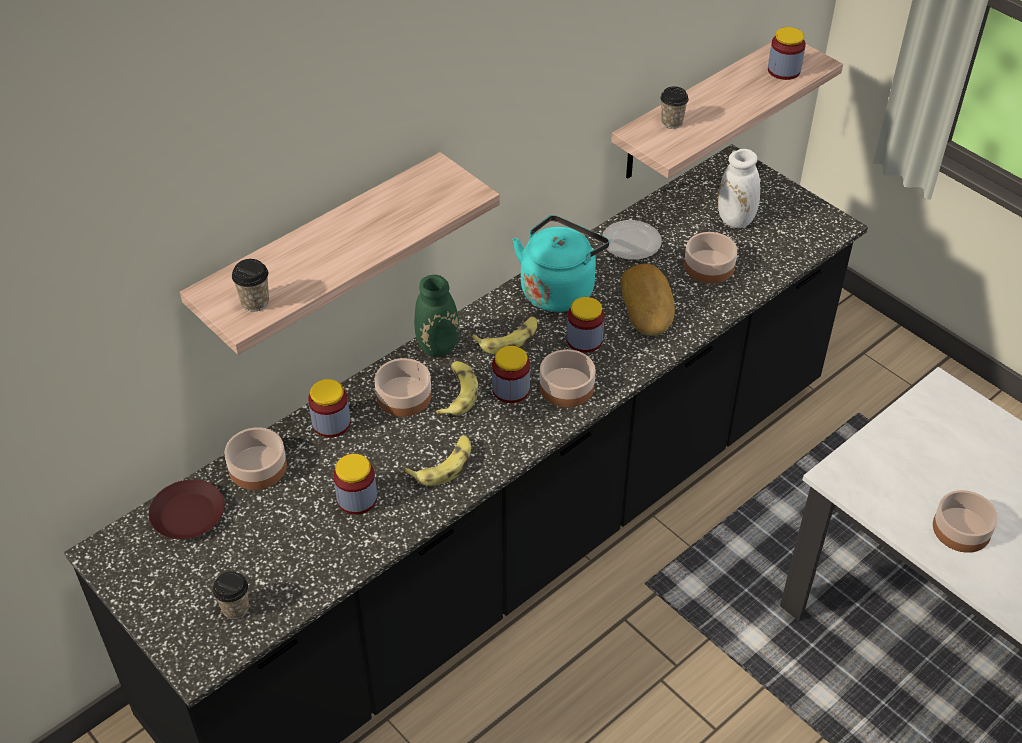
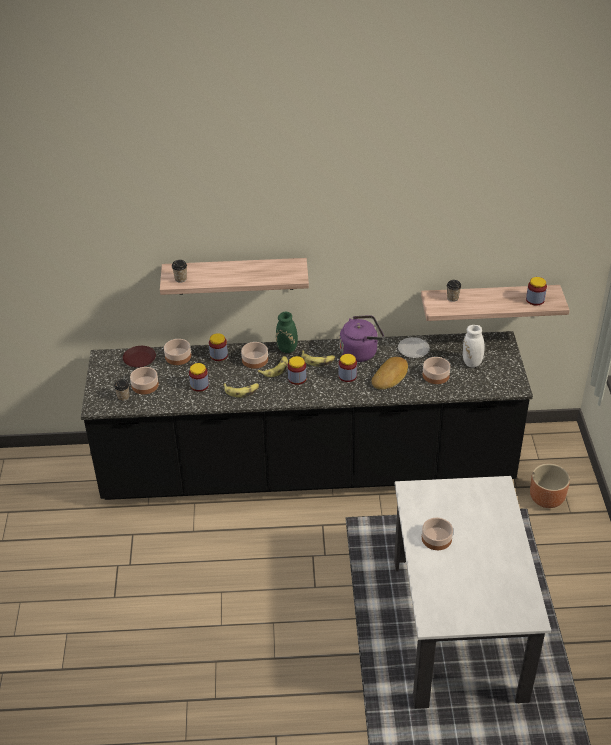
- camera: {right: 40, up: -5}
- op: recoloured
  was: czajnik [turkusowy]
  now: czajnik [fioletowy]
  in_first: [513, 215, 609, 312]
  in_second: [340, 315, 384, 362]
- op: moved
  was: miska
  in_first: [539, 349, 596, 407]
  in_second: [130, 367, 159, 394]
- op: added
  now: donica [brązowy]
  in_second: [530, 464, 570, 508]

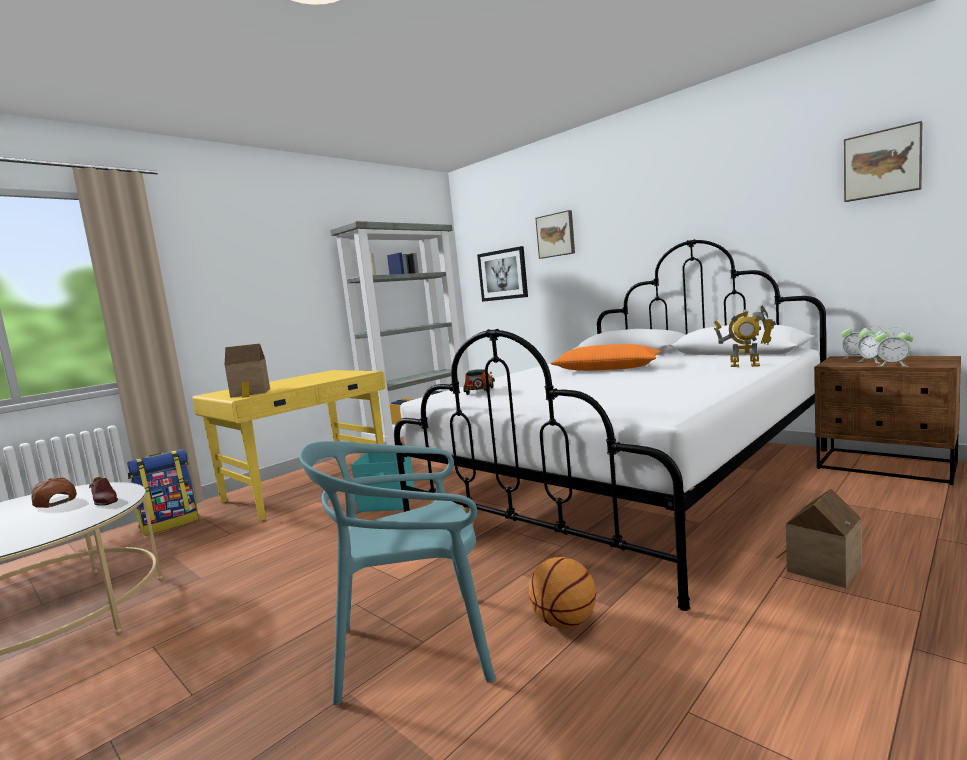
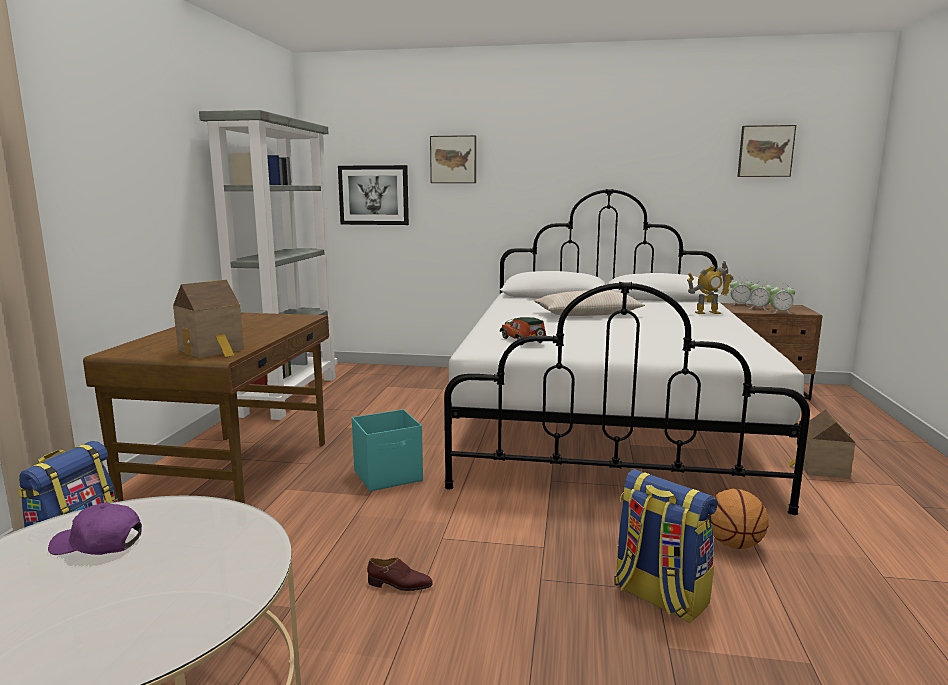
- camera: {right: -35, up: 5}
- op: recoloured
  was: czapka z daszkiem [brązowy]
  now: czapka z daszkiem [fioletowy]
  in_first: [31, 478, 77, 508]
  in_second: [48, 502, 142, 555]
- op: moved
  was: but [brązowy]
  in_first: [89, 477, 118, 506]
  in_second: [367, 558, 433, 591]
- op: recoloured
  was: biurko [żółty]
  now: biurko [brązowy]
  in_first: [192, 370, 385, 521]
  in_second: [83, 313, 329, 503]
- op: replaced
  was: krzesło [turkusowy]
  now: plecak
  in_first: [299, 441, 496, 705]
  in_second: [614, 469, 717, 623]
- op: recoloured
  was: poduszka [pomarańczowy]
  now: poduszka [beżowy]
  in_first: [550, 344, 661, 371]
  in_second: [534, 290, 645, 316]

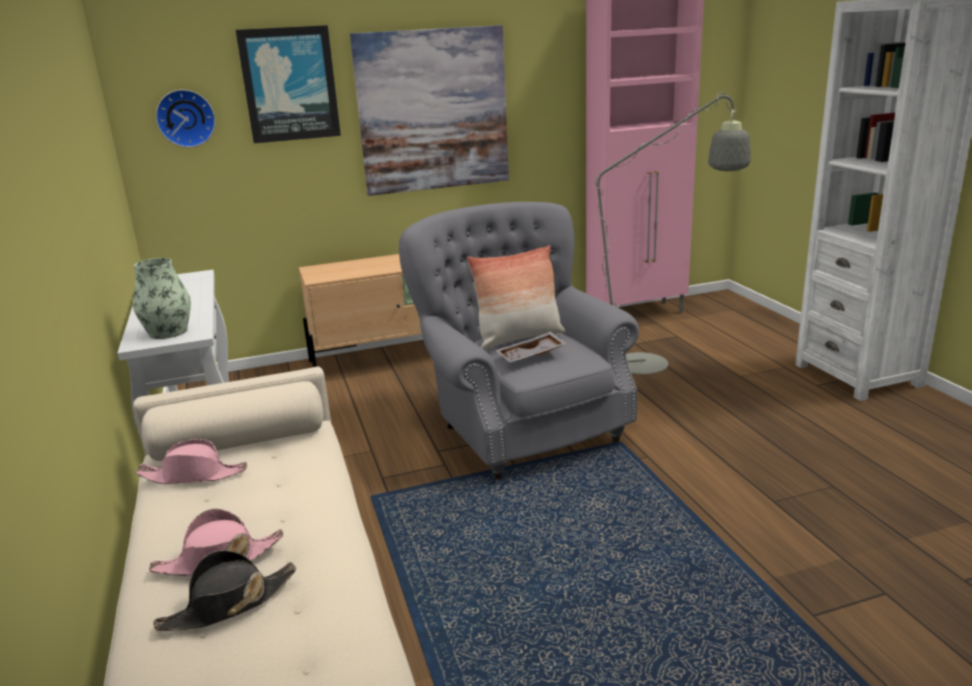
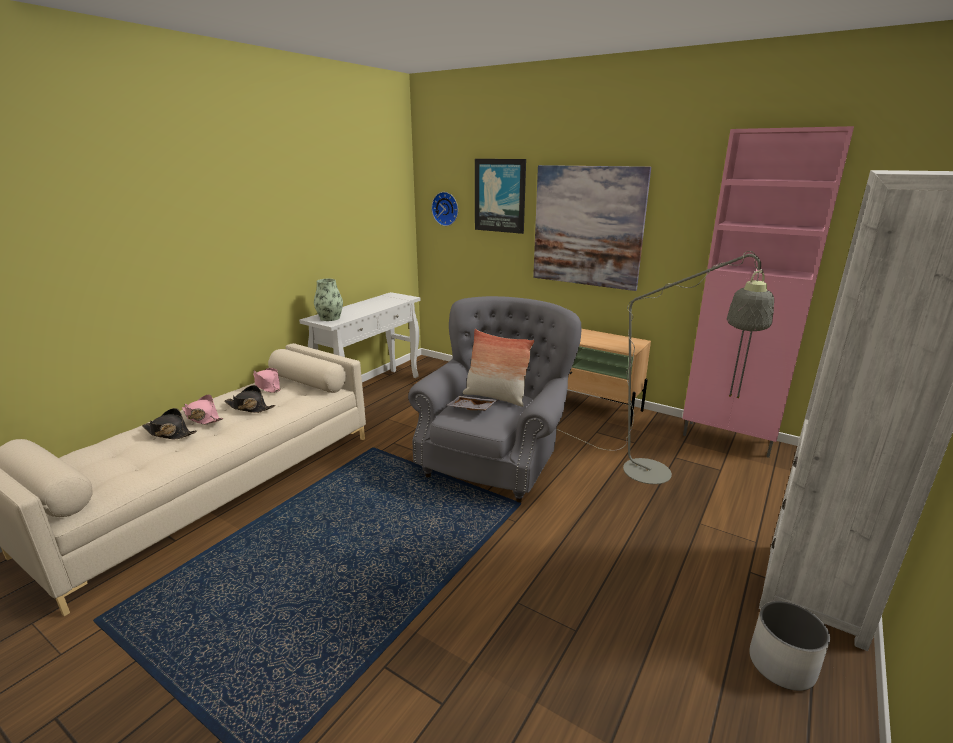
- camera: {right: 50, up: 0}
- op: added
  now: kapelusz [czarny]
  in_second: [225, 385, 276, 413]
- op: added
  now: donica [biały]
  in_second: [749, 601, 830, 691]

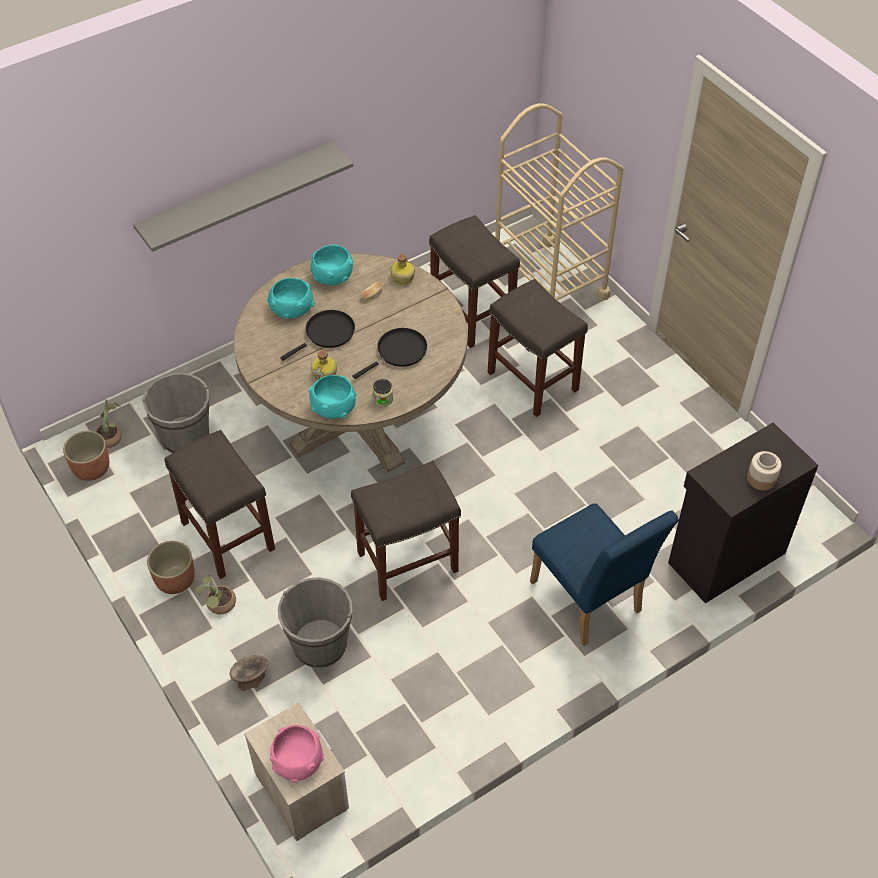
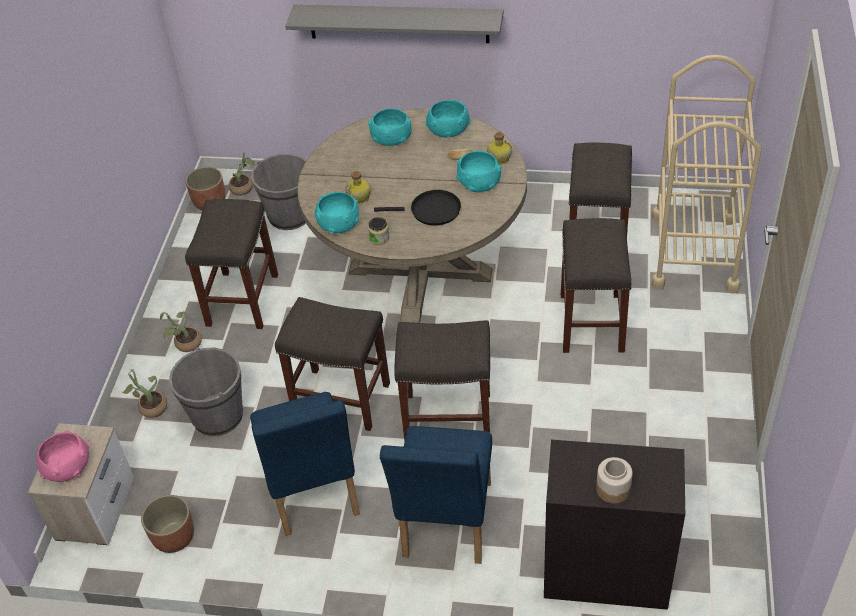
- camera: {right: 45, up: -5}
- op: moved
  was: donica
  in_first: [147, 541, 195, 594]
  in_second: [141, 495, 194, 553]
- op: replaced
  was: miska [szary]
  now: roślina doniczkowa
  in_first: [229, 655, 268, 691]
  in_second: [122, 369, 167, 418]
- op: removed
  was: patelnia [czarny]
  in_first: [280, 310, 355, 361]
- op: added
  now: krzesło [niebieski]
  in_second: [250, 392, 360, 536]
- op: added
  now: stołek [szary]
  in_second: [395, 320, 490, 441]
- op: added
  now: miska [turkusowy]
  in_second: [456, 151, 501, 192]

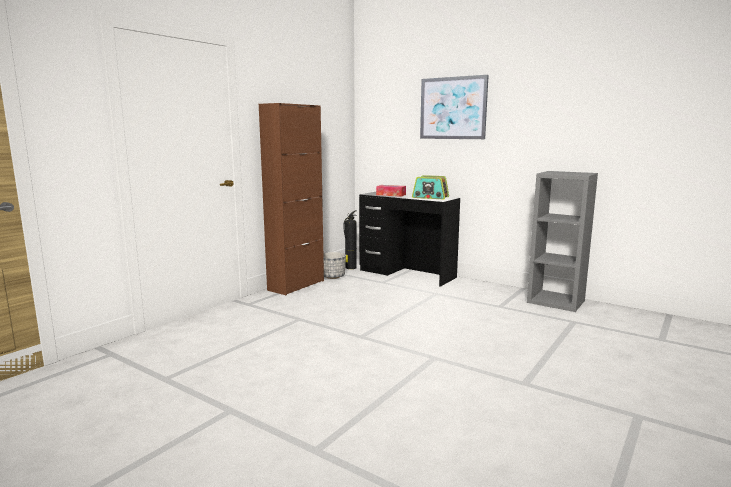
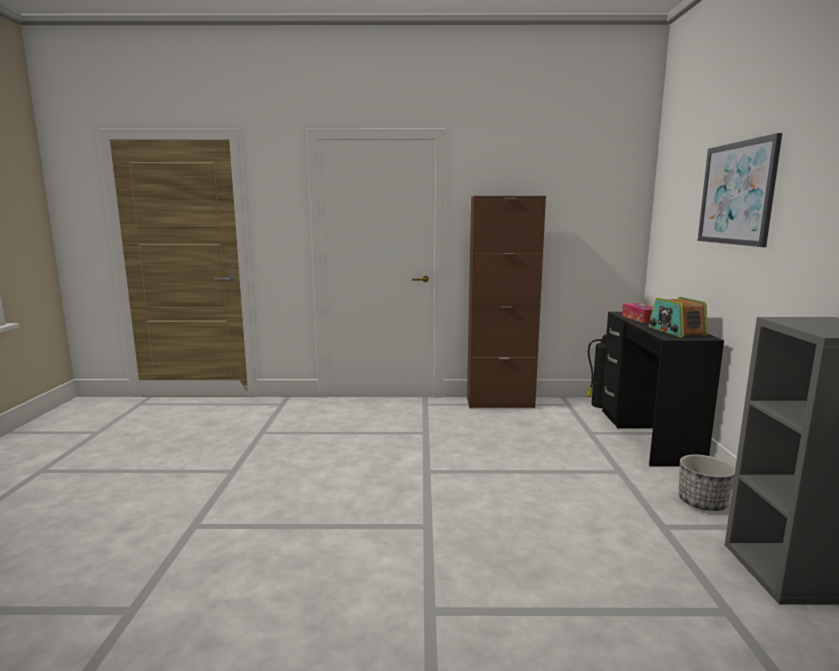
- camera: {right: 55, up: 0}
- op: moved
  was: donica
  in_first: [323, 252, 346, 279]
  in_second: [679, 455, 735, 511]

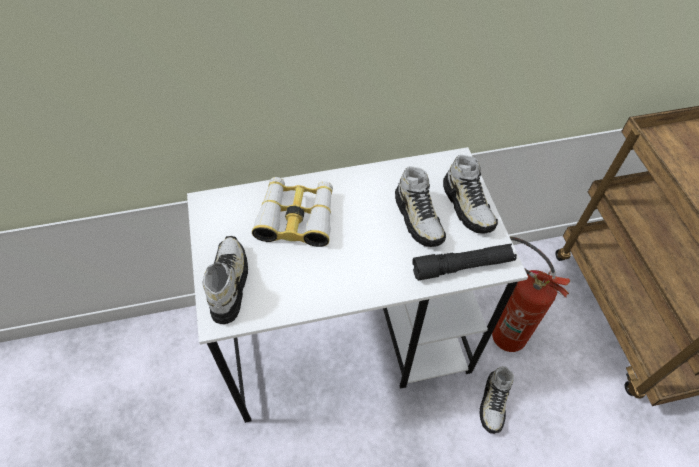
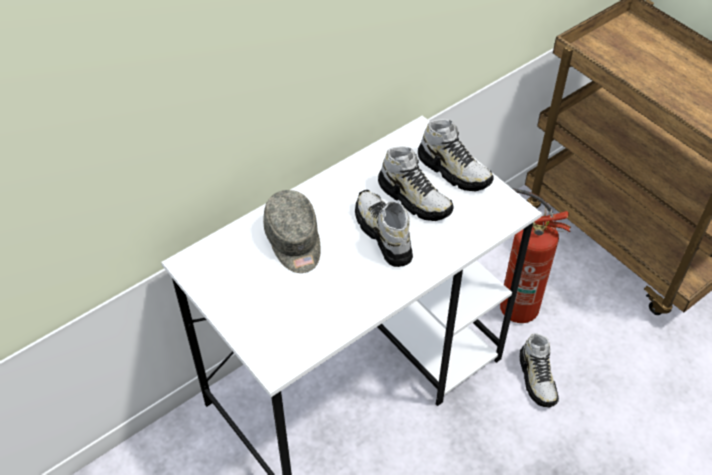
- camera: {right: -25, up: -5}
- op: moved
  was: but
  in_first: [202, 236, 248, 324]
  in_second: [355, 190, 413, 267]
- op: replaced
  was: lornetka
  now: czapka z daszkiem [szary]
  in_first: [252, 177, 333, 247]
  in_second: [263, 190, 321, 273]
- op: removed
  was: latarka [czarny]
  in_first: [412, 244, 517, 281]

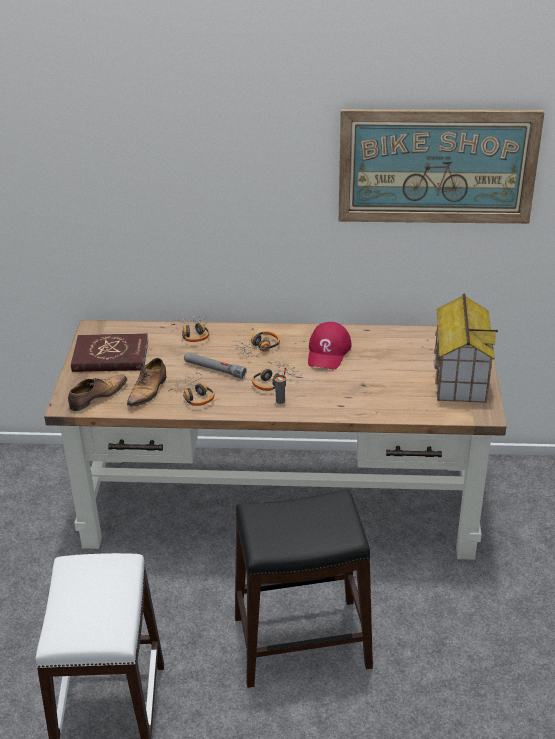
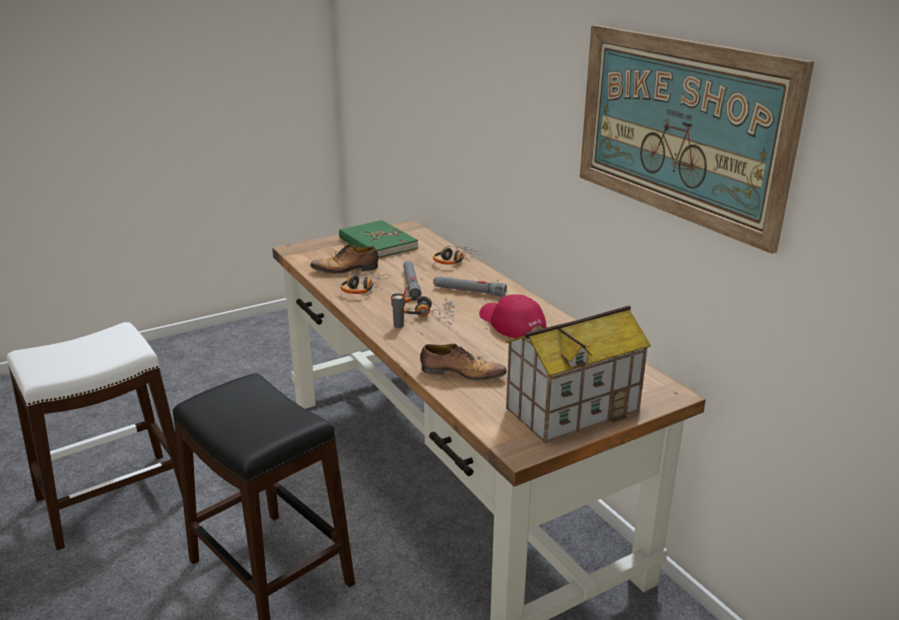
- camera: {right: 55, up: -10}
- op: moved
  was: but
  in_first: [68, 374, 128, 411]
  in_second: [420, 344, 507, 381]
- op: recoloured
  was: książka [czerwony]
  now: książka [zielony]
  in_first: [71, 333, 148, 372]
  in_second: [339, 220, 418, 258]
- op: replaced
  was: słuchawki
  now: latarka [szary]
  in_first: [230, 331, 280, 358]
  in_second: [433, 276, 507, 297]
- op: turned
  was: czapka z daszkiem [czerwony]
  in_first: [308, 322, 352, 369]
  in_second: [479, 294, 547, 338]
  clockwise: 75

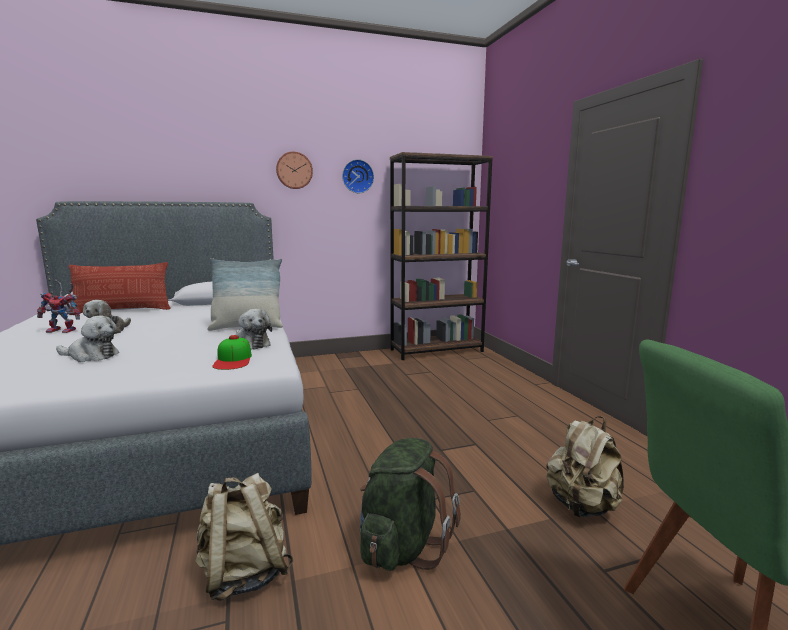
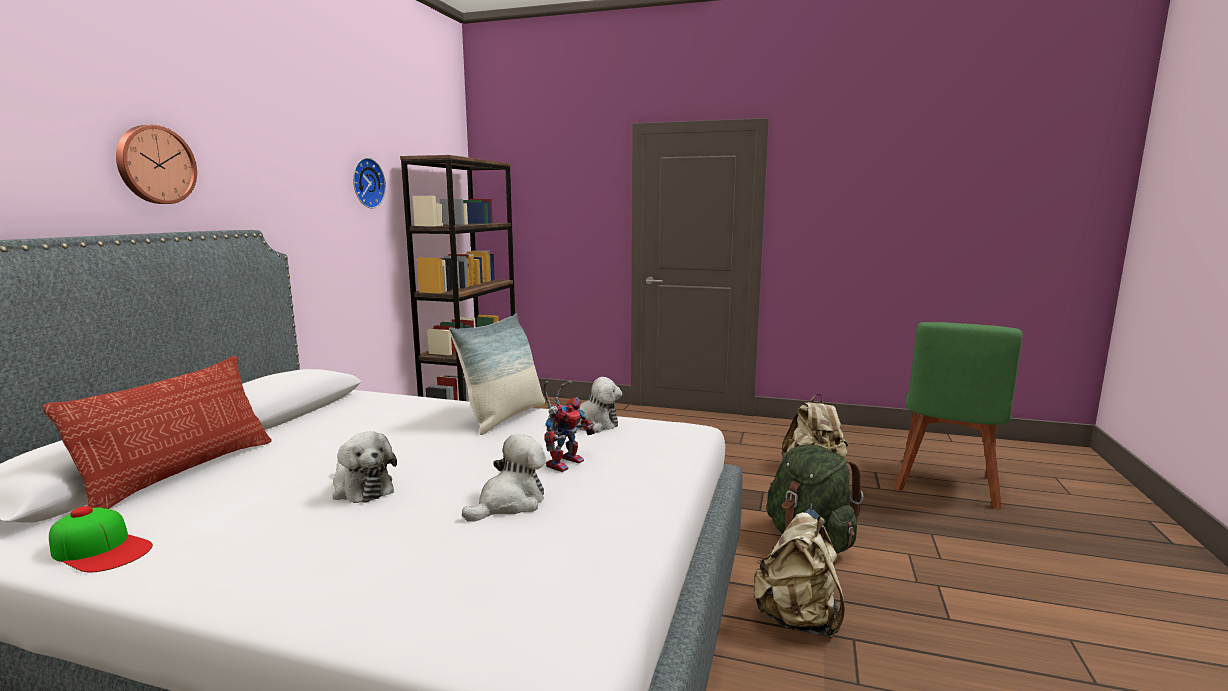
- camera: {right: -55, up: 0}
- op: moved
  was: robot zabawkowy
  in_first: [37, 279, 80, 333]
  in_second: [543, 381, 595, 472]
- op: moved
  was: czapka z daszkiem
  in_first: [213, 335, 252, 370]
  in_second: [49, 506, 153, 573]
- op: moved
  was: zegar ścienny
  in_first: [276, 151, 313, 189]
  in_second: [116, 125, 197, 204]

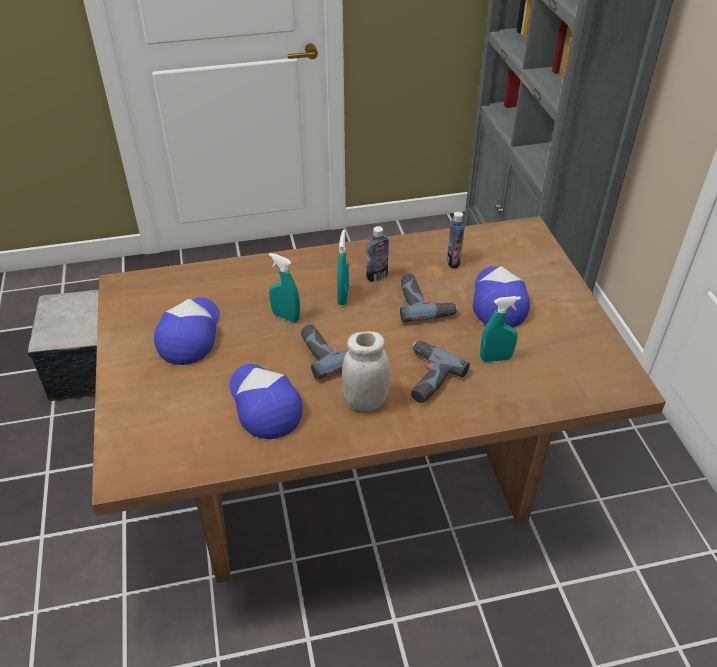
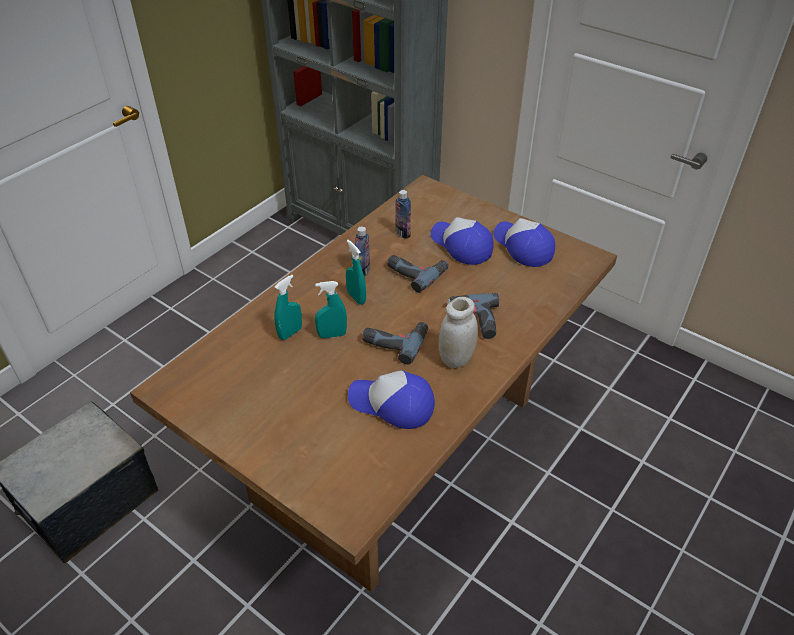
- camera: {right: -40, up: 0}
- op: moved
  was: czapka z daszkiem
  in_first: [154, 297, 220, 365]
  in_second: [493, 218, 555, 267]
- op: moved
  was: spryskiwacz [turkusowy]
  in_first: [480, 296, 521, 362]
  in_second: [274, 275, 302, 340]

